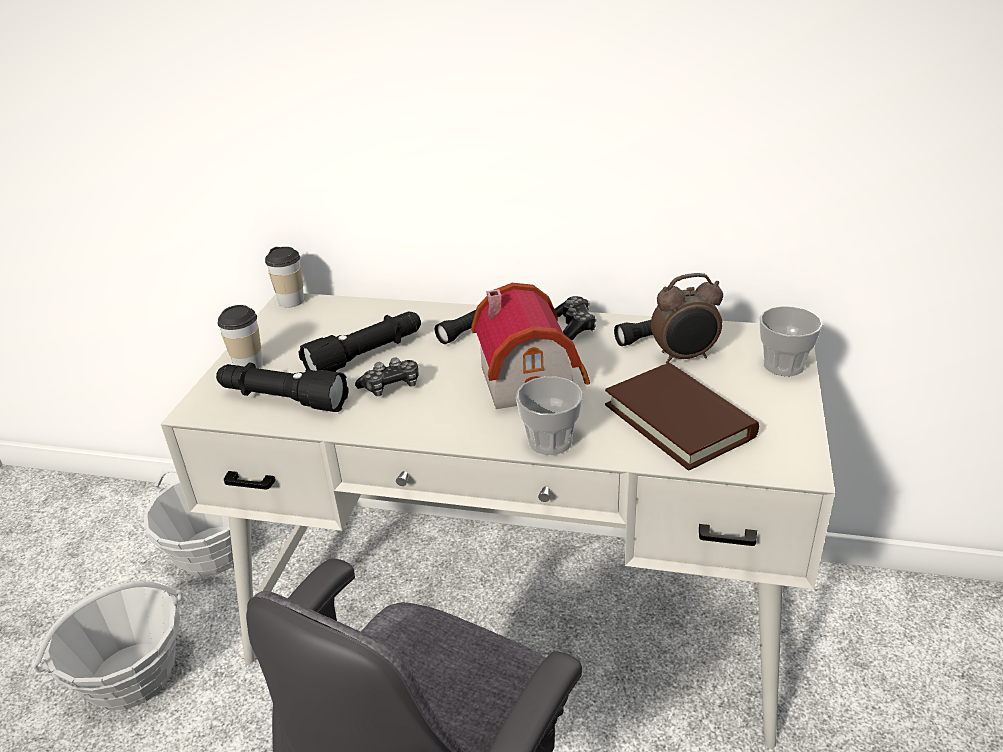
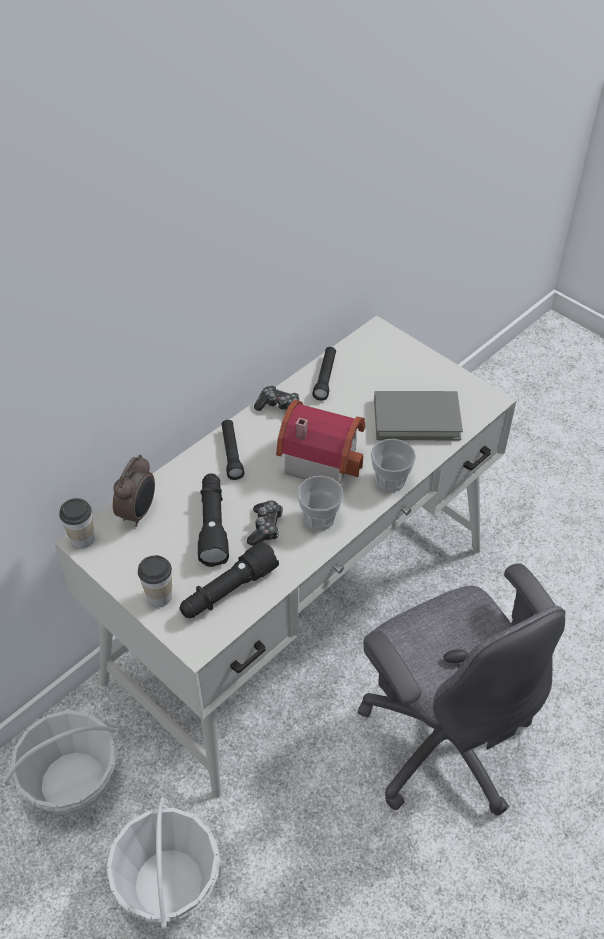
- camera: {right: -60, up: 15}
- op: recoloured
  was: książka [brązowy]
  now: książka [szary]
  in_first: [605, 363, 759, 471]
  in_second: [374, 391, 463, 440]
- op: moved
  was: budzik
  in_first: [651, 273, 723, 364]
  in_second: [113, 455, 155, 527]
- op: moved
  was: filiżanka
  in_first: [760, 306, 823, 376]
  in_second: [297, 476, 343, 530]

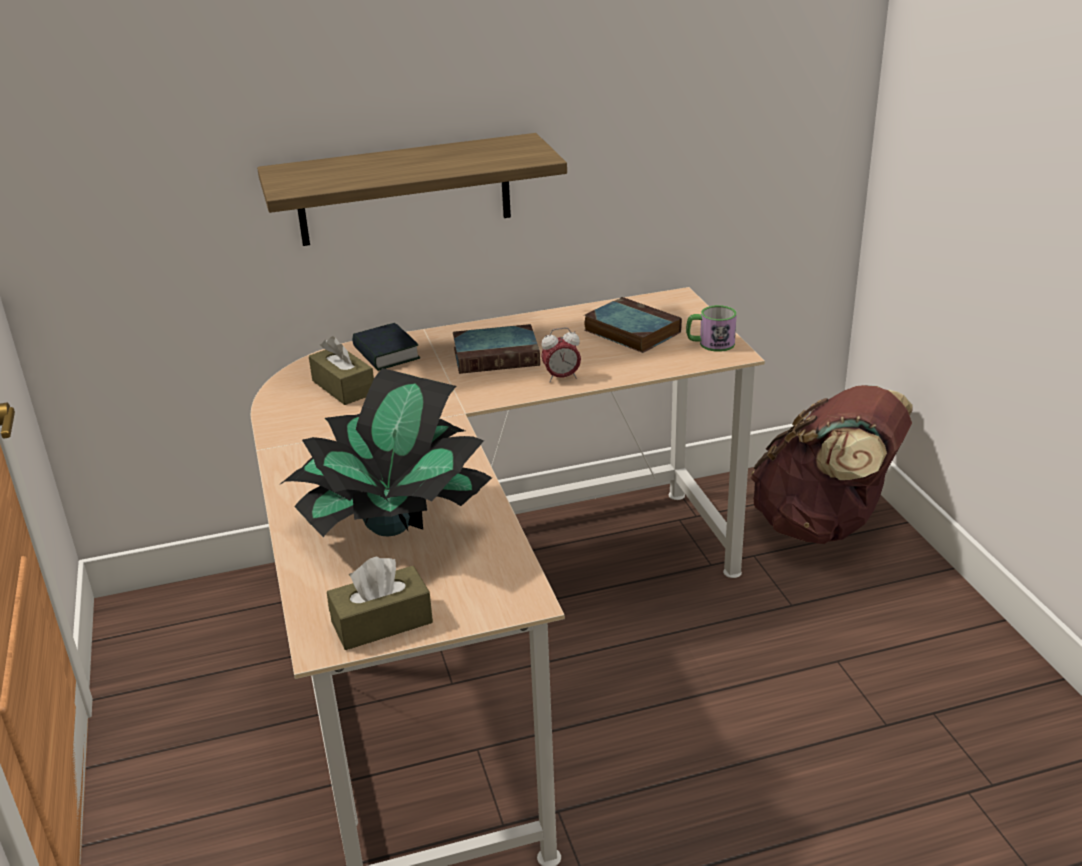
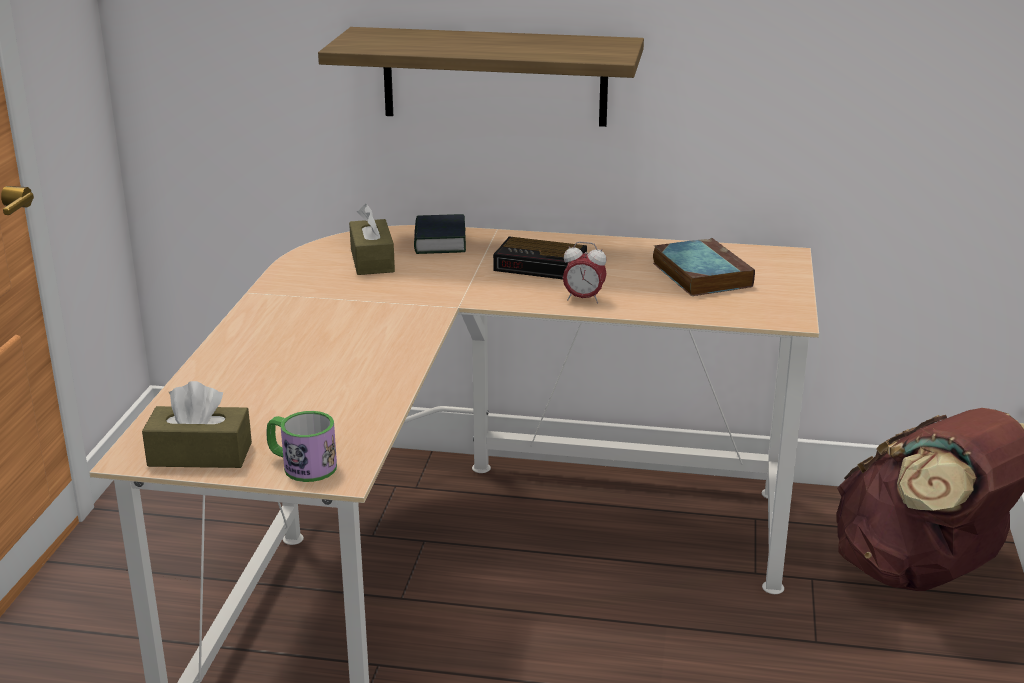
- camera: {right: 25, up: -5}
- op: removed
  was: roślina doniczkowa
  in_first: [279, 368, 492, 537]
- op: replaced
  was: książka
  now: budzik
  in_first: [453, 324, 540, 374]
  in_second: [493, 237, 587, 279]
- op: moved
  was: kubek
  in_first: [686, 305, 737, 352]
  in_second: [267, 411, 337, 482]

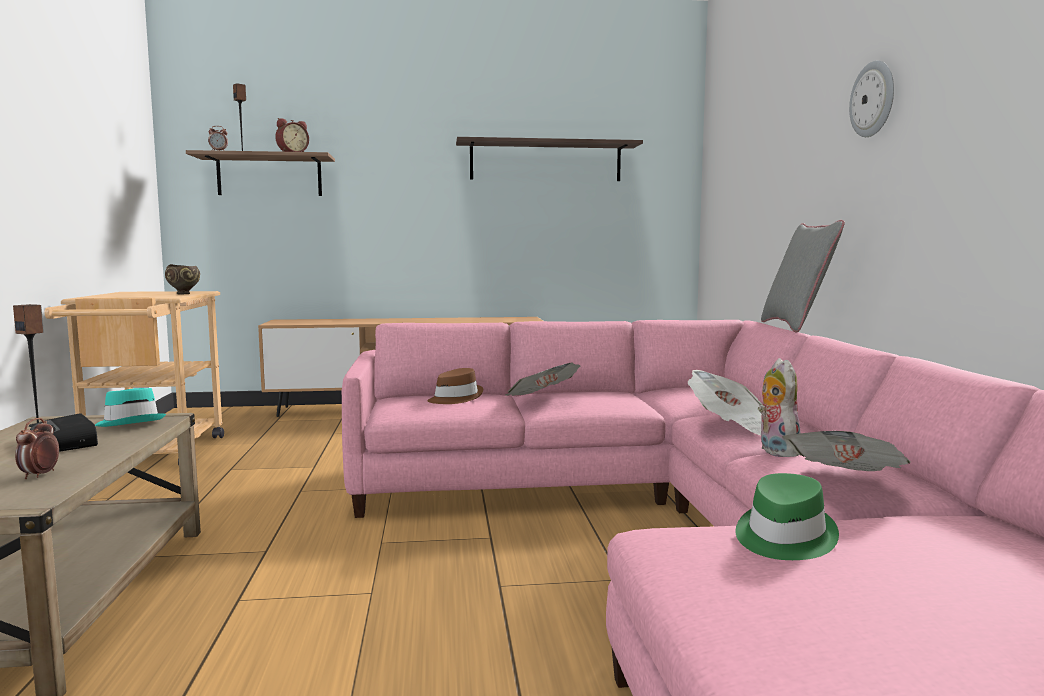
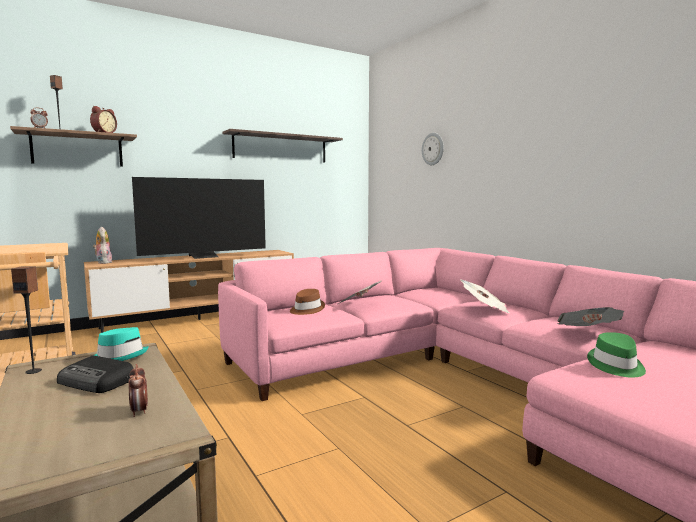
- camera: {right: -25, up: 0}
- op: removed
  was: miska [brązowy]
  in_first: [165, 264, 200, 294]
- op: moved
  was: pluszak
  in_first: [758, 358, 801, 457]
  in_second: [93, 227, 112, 264]
- op: removed
  was: poduszka [szary]
  in_first: [761, 220, 845, 333]
- op: moved
  was: zegar ścienny
  in_first: [849, 61, 894, 137]
  in_second: [422, 133, 444, 165]
- op: added
  now: telewizor
  in_second: [132, 177, 266, 259]

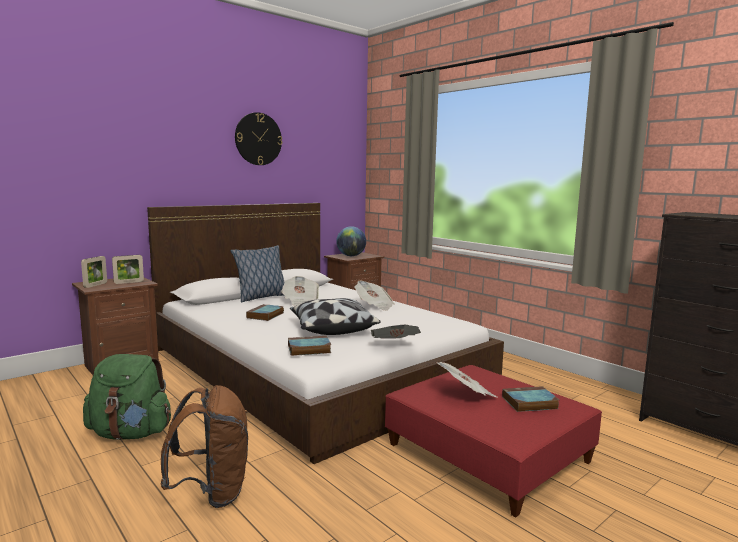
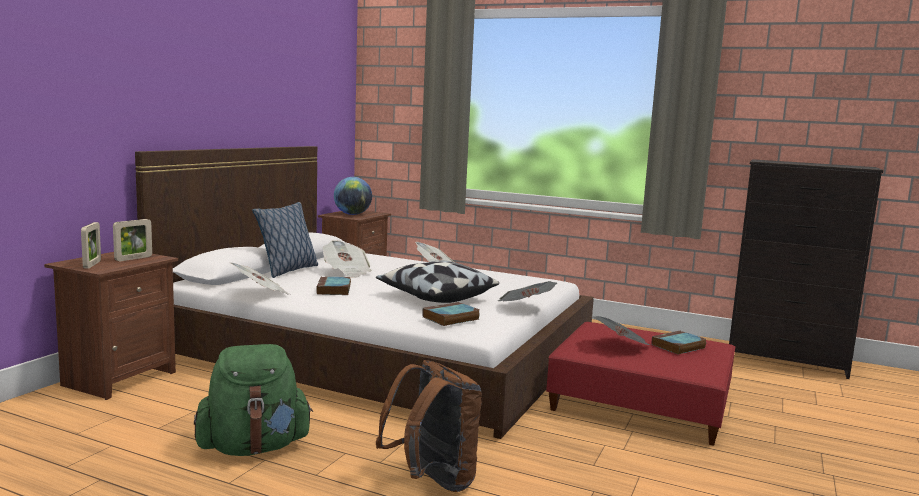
- camera: {right: -25, up: 0}
- op: removed
  was: zegar ścienny
  in_first: [235, 112, 282, 165]
- op: added
  now: gazeta
  in_second: [229, 262, 291, 295]

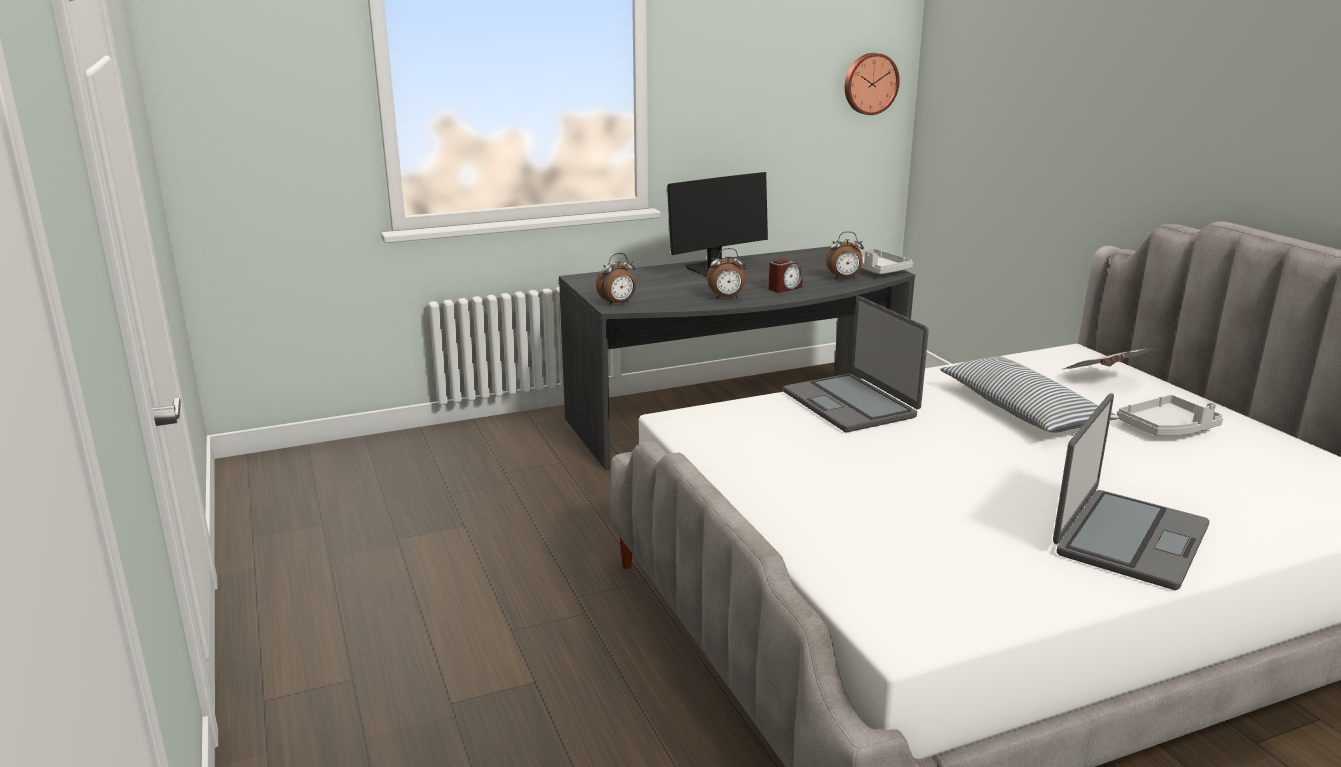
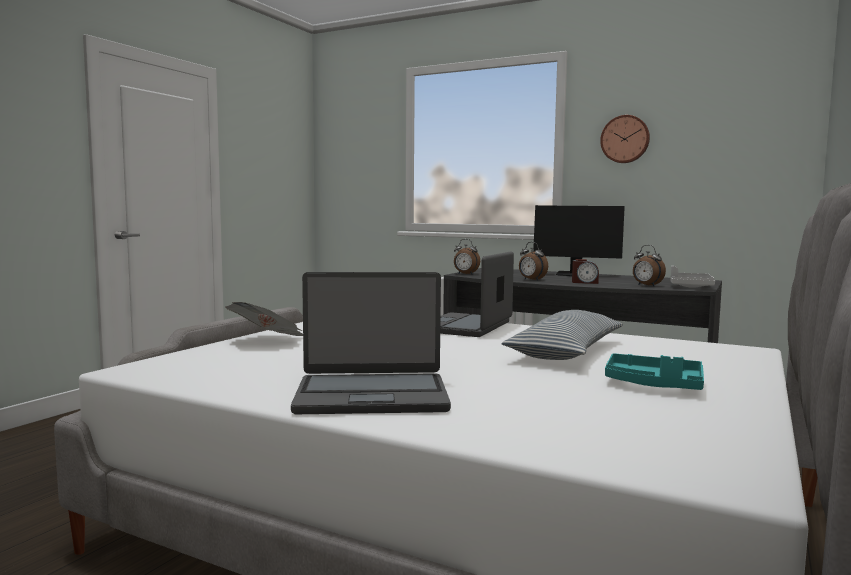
- camera: {right: 50, up: -15}
- op: moved
  was: zegar ścienny
  in_first: [845, 53, 900, 115]
  in_second: [600, 115, 650, 163]
- op: moved
  was: gazeta
  in_first: [1065, 348, 1155, 369]
  in_second: [225, 302, 303, 336]
- op: recoloured
  was: taca [szary]
  now: taca [turkusowy]
  in_first: [1117, 395, 1223, 436]
  in_second: [605, 353, 704, 390]

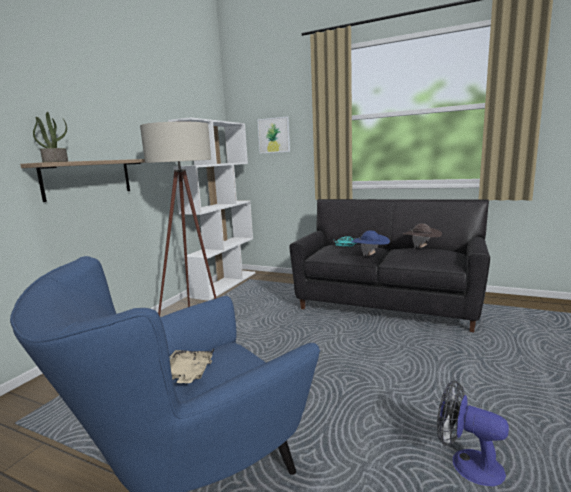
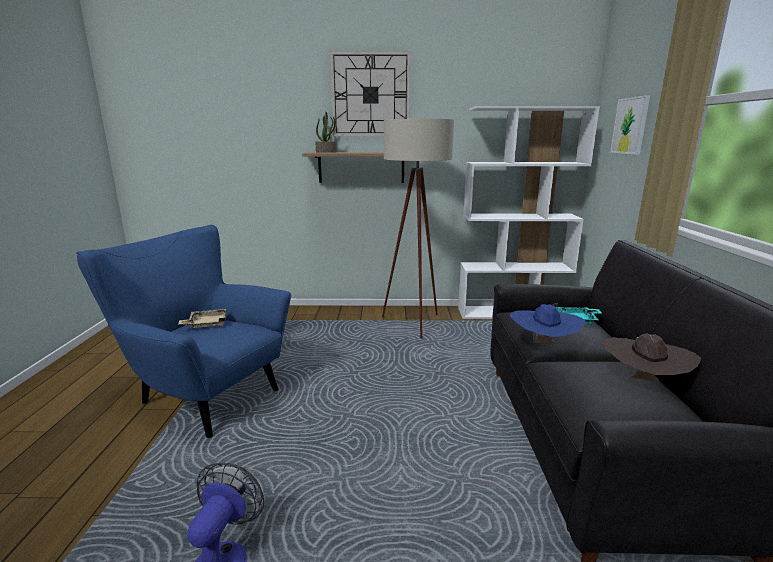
- camera: {right: 65, up: 5}
- op: added
  now: zegar ścienny
  in_second: [330, 51, 410, 136]

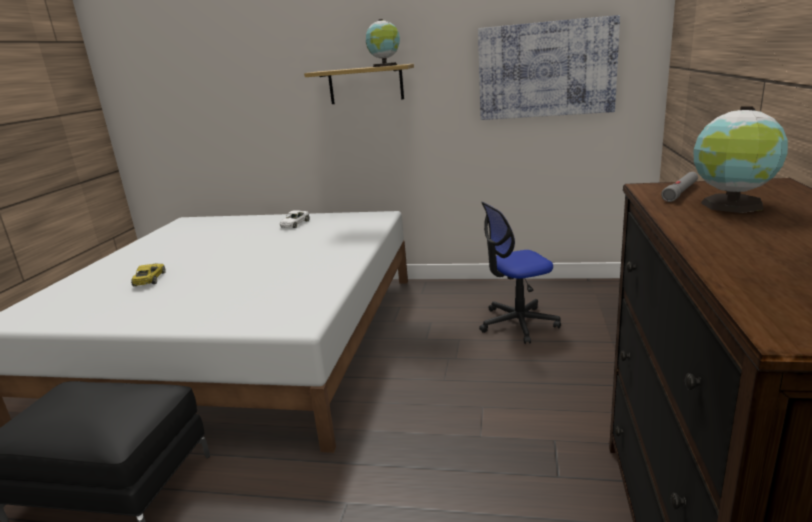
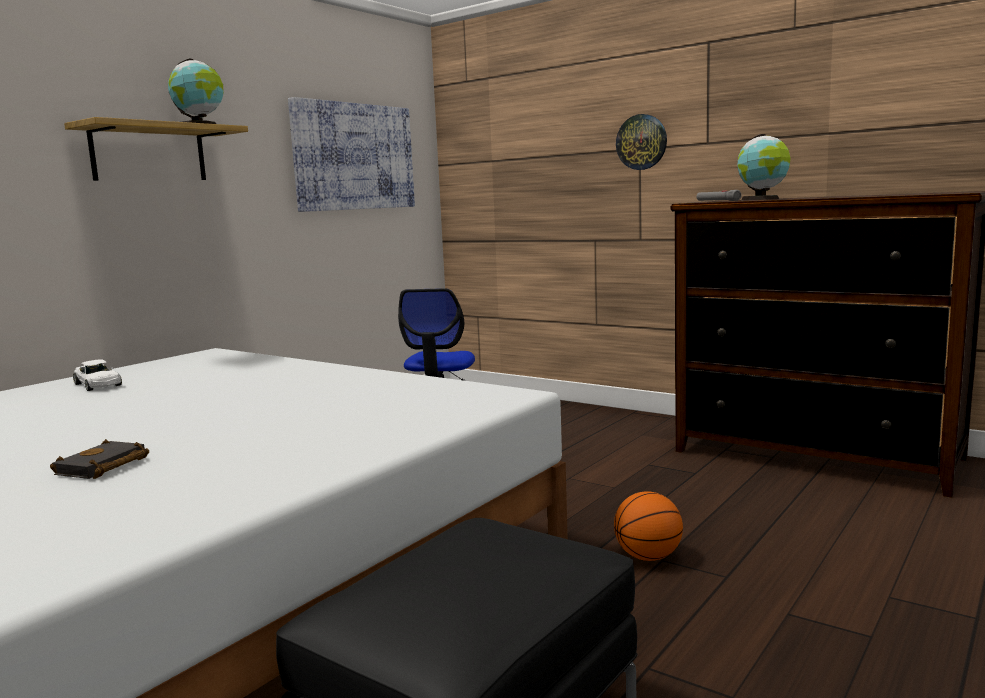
- camera: {right: -65, up: -10}
- op: replaced
  was: samochodzik [żółty]
  now: książka [czarny]
  in_first: [131, 264, 166, 286]
  in_second: [50, 439, 149, 479]
- op: added
  now: piłka do koszykówki
  in_second: [614, 491, 683, 561]
- op: added
  now: zegar ścienny
  in_second: [616, 114, 667, 170]

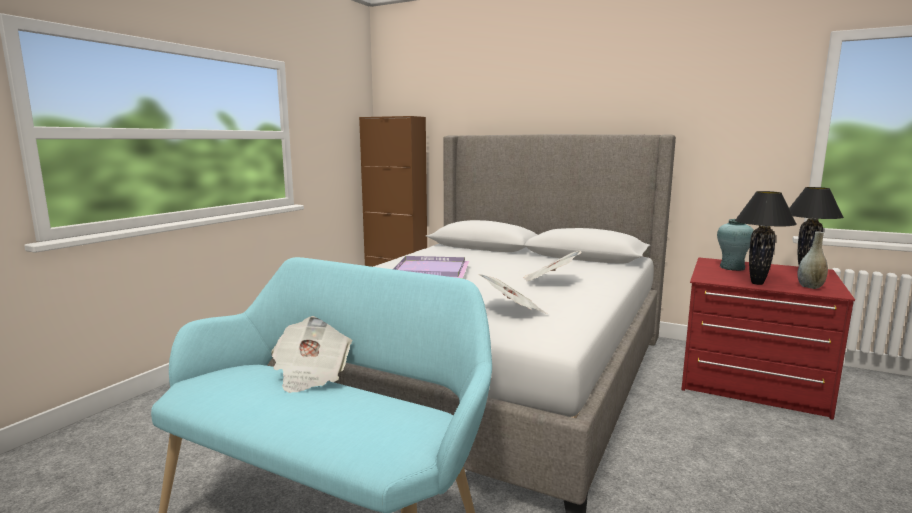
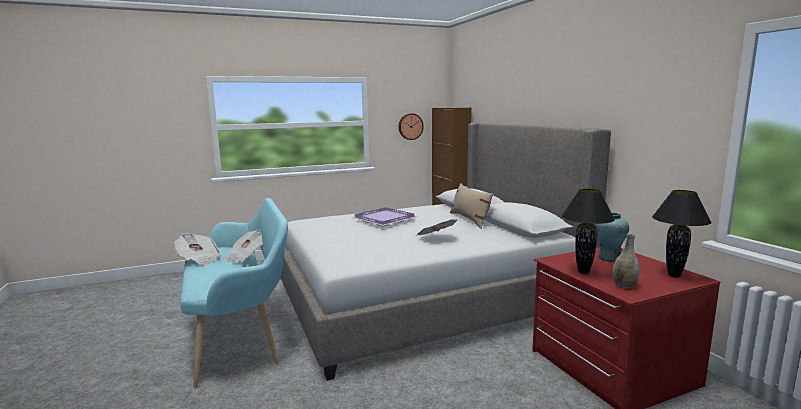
- camera: {right: 40, up: 0}
- op: moved
  was: gazeta
  in_first: [478, 274, 549, 314]
  in_second: [174, 233, 222, 266]
- op: added
  now: zegar ścienny
  in_second: [398, 113, 424, 140]
- op: added
  now: poduszka [beżowy]
  in_second: [450, 183, 493, 229]

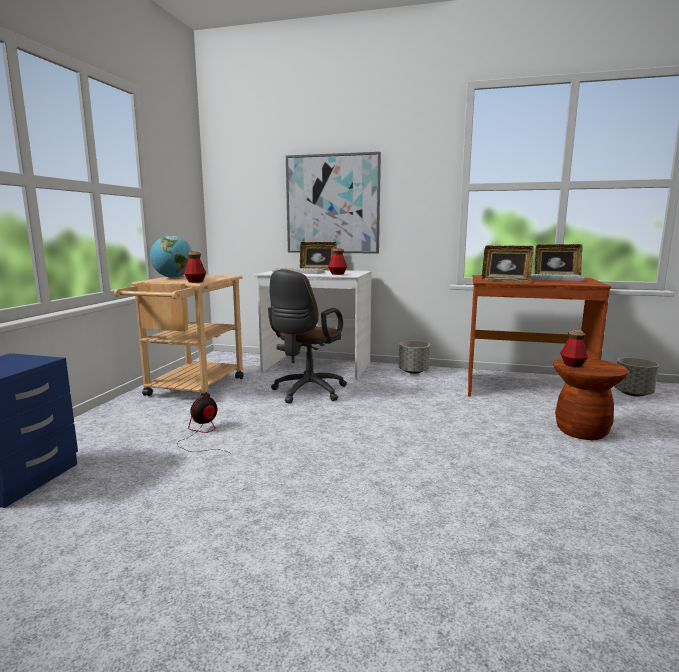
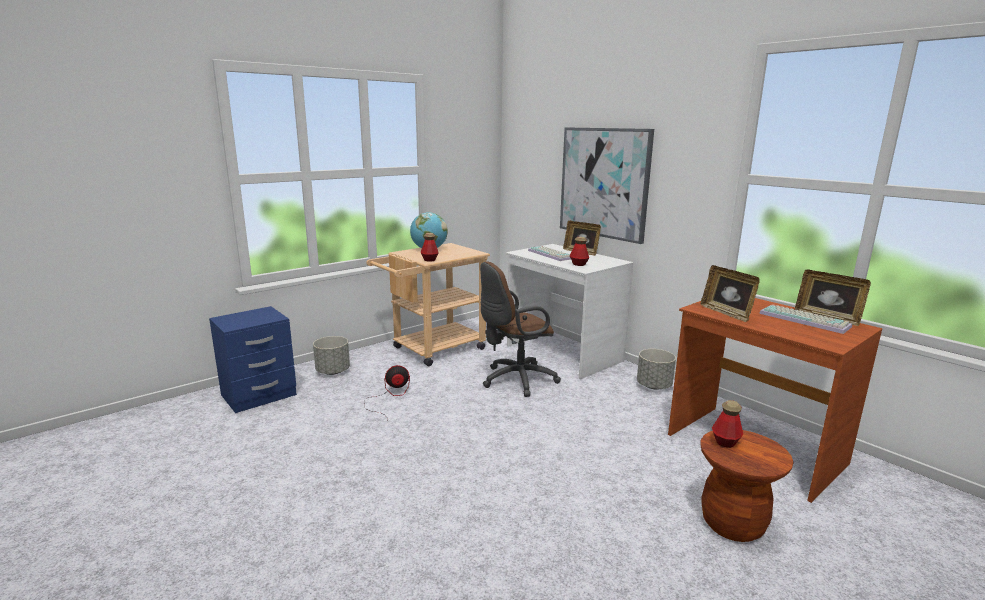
- camera: {right: 35, up: 5}
- op: moved
  was: donica [szary]
  in_first: [614, 358, 659, 397]
  in_second: [313, 336, 350, 375]

